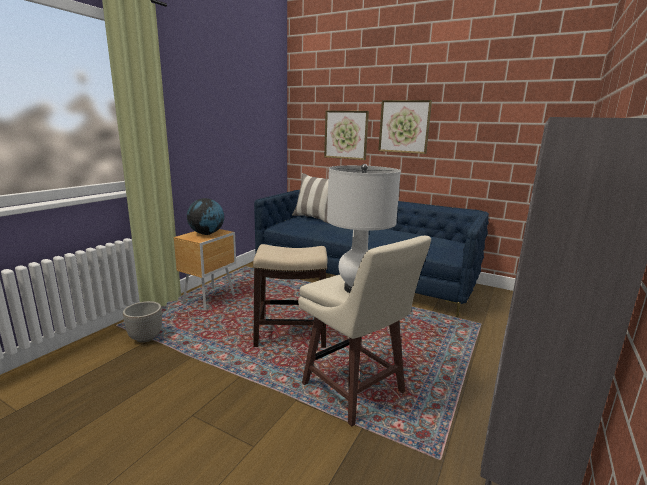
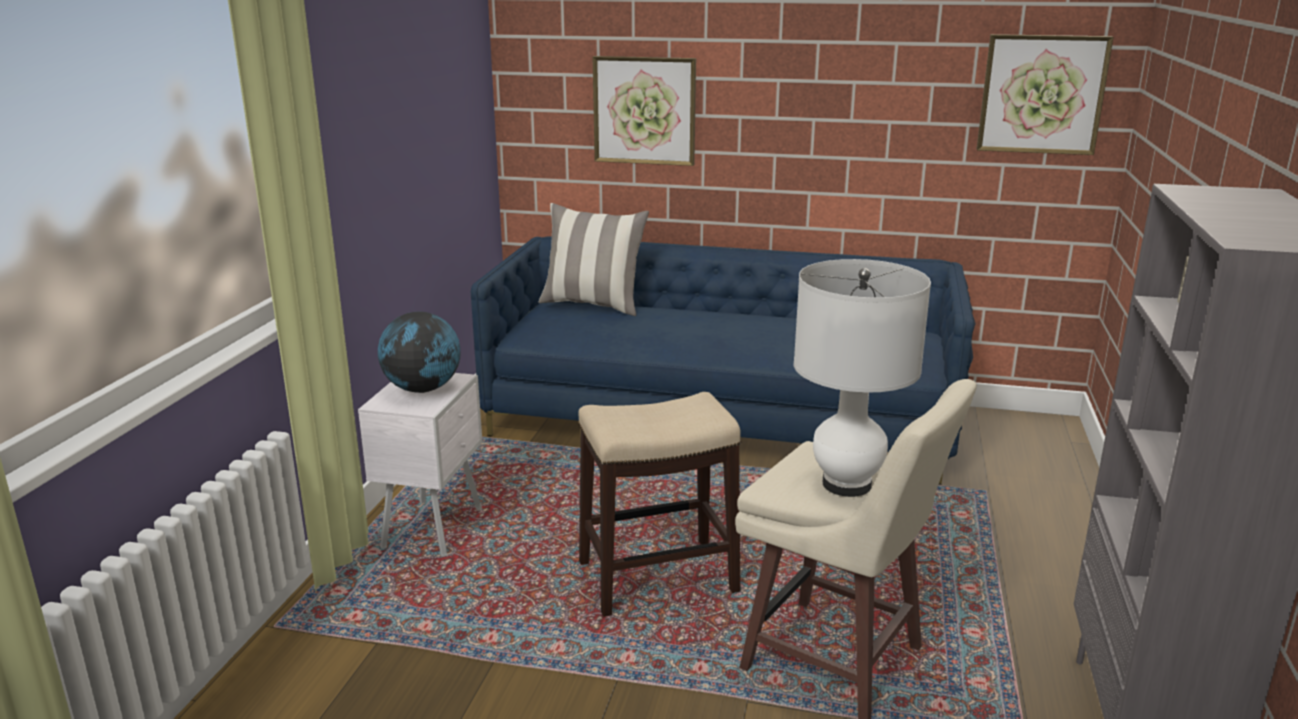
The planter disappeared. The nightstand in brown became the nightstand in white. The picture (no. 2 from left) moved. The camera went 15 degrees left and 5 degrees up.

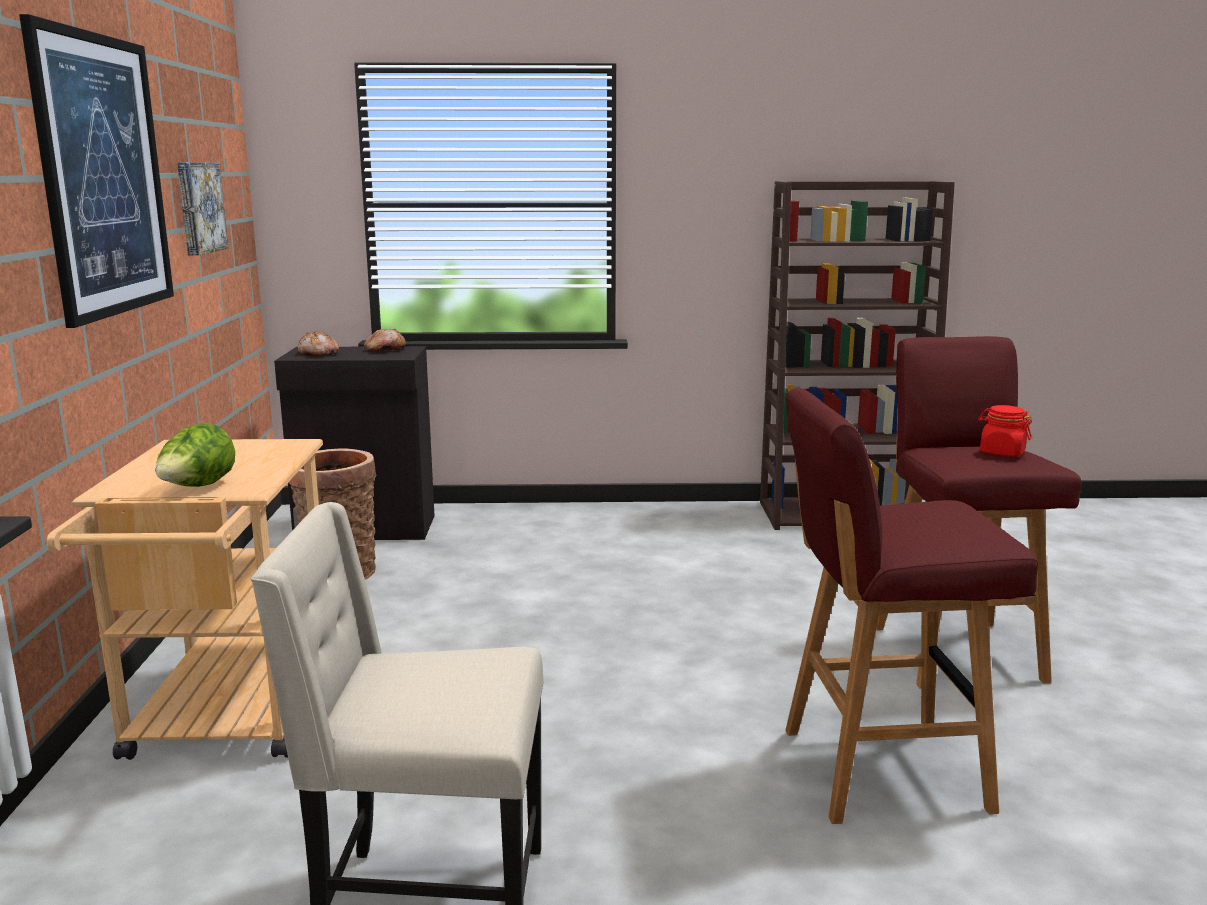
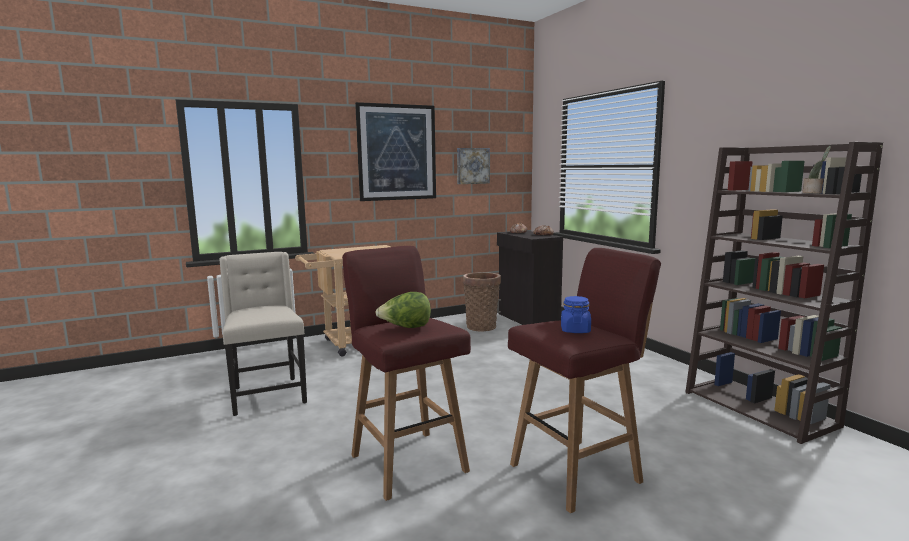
The lettuce moved. The jar in red became the jar in blue. The potted plant appeared. The camera went 65 degrees right and 5 degrees down.

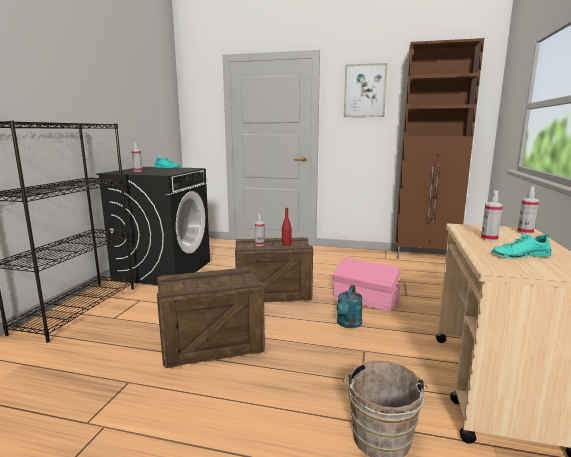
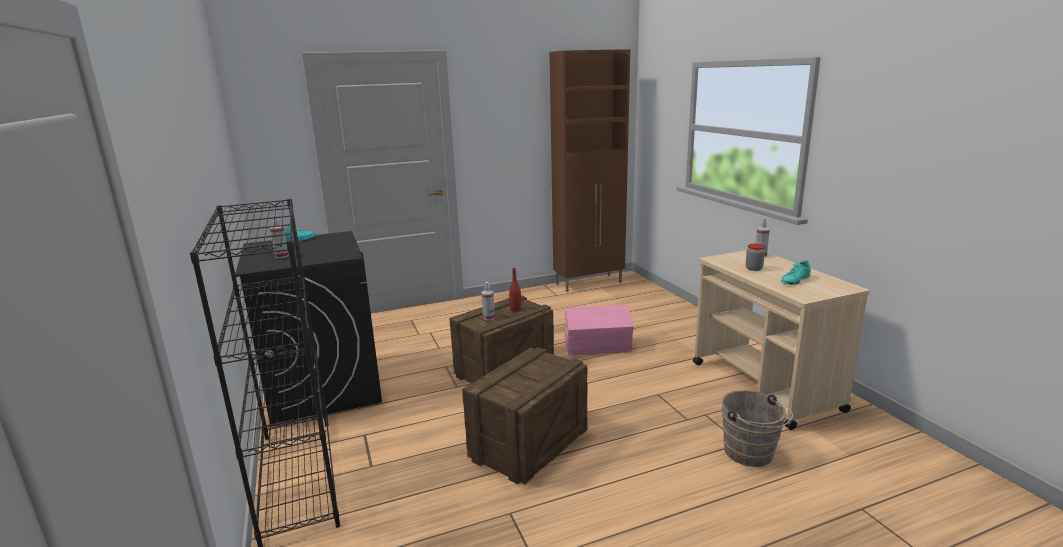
The watering can in turquoise disappeared. The picture disappeared. The spray bottle (no. 3 from left) was replaced by the jar. The camera went 35 degrees left and 5 degrees up.

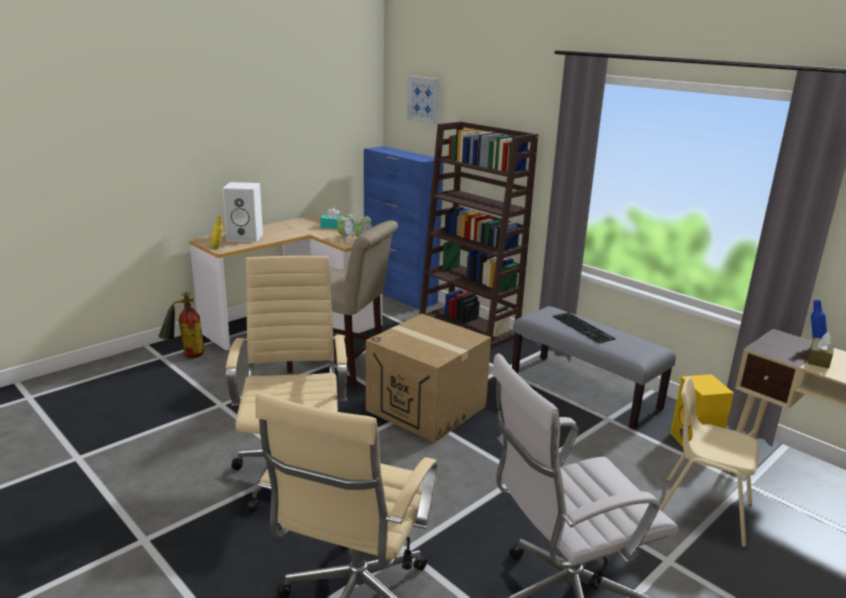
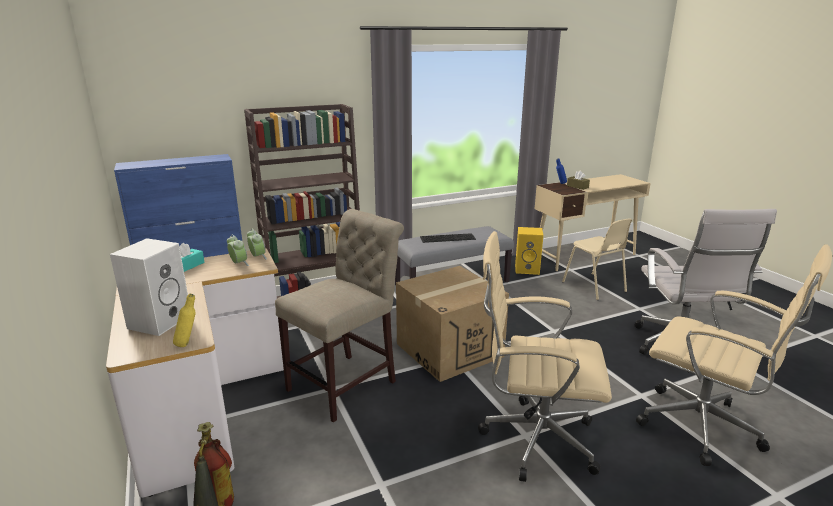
The picture disappeared. The chair in beige (no. 2 from left) turned 75 degrees counterclockwise. The camera went 70 degrees left and 0 degrees up.

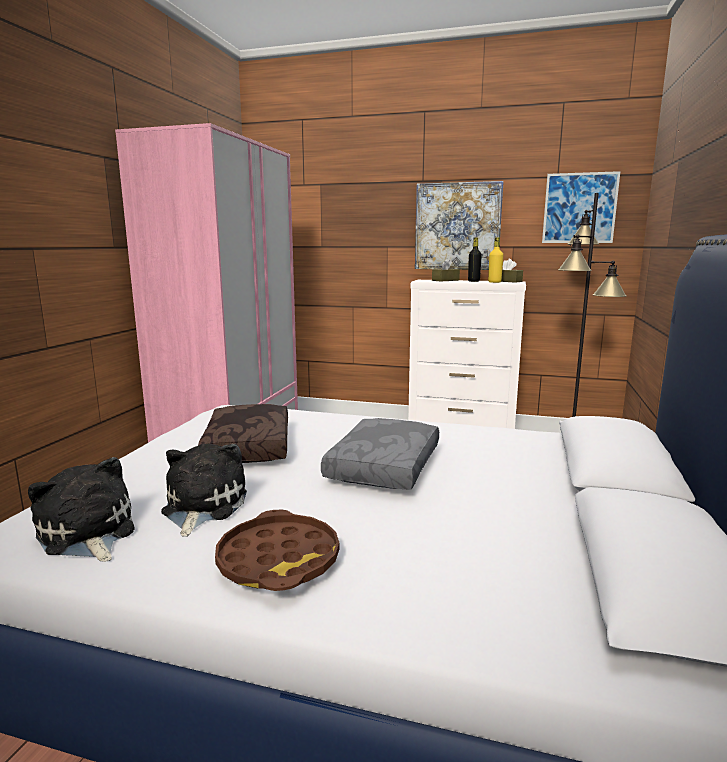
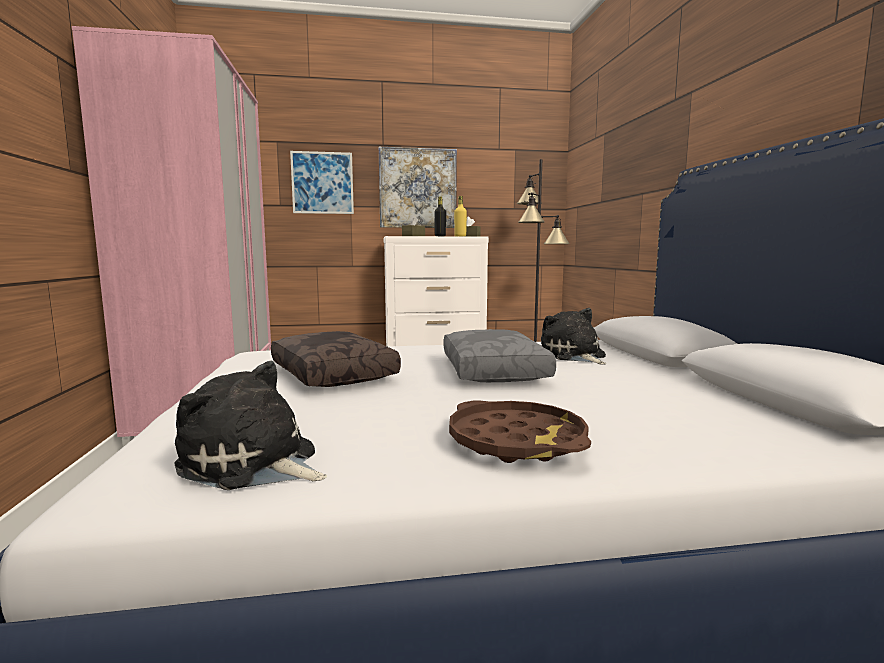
The plush toy (no. 2 from left) moved. The picture (no. 2 from left in the first image) moved. The camera went 25 degrees left and 5 degrees down.

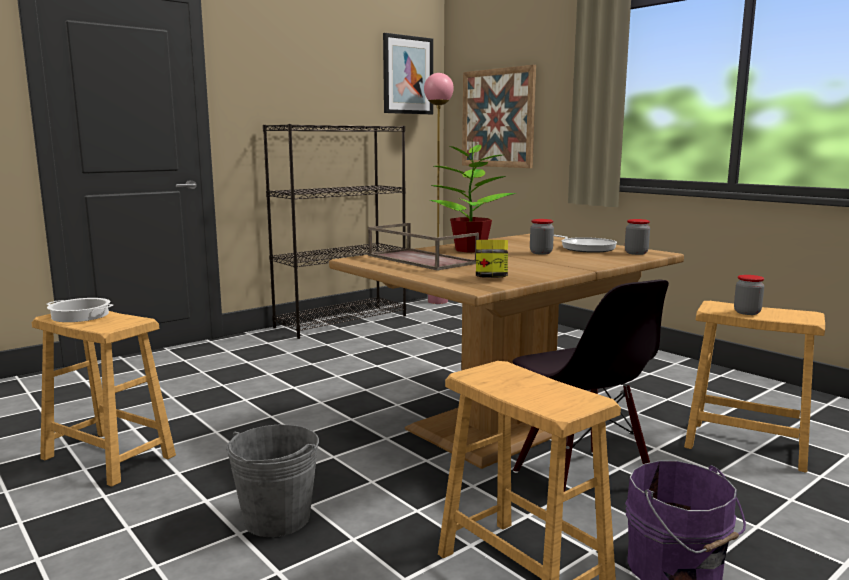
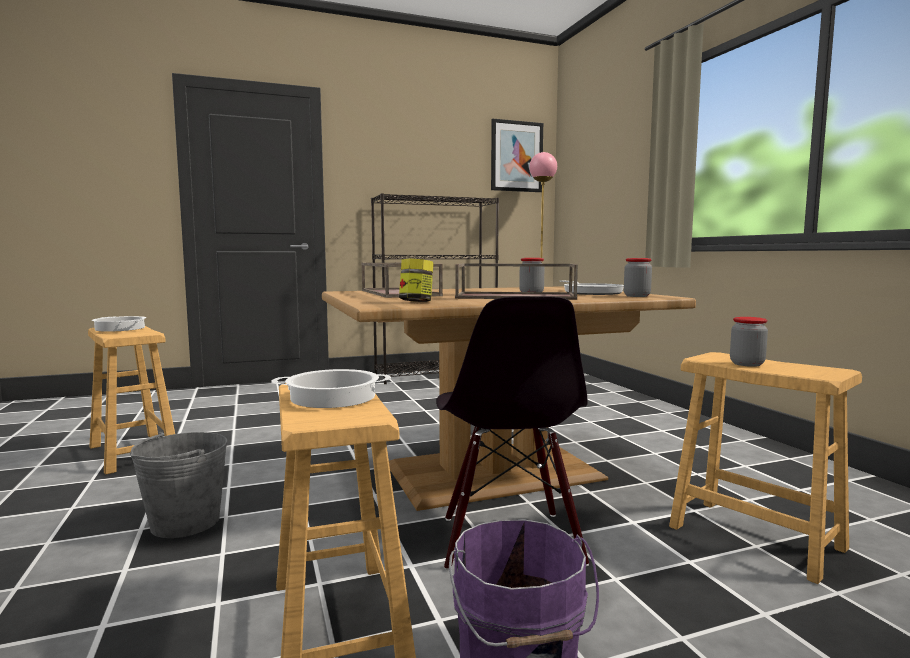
The potted plant disappeared. The picture (no. 2 from left) disappeared. The cooking pot (no. 2 from left) appeared. The tray in brown (no. 2 from left) appeared. The camera went 20 degrees right and 5 degrees down.

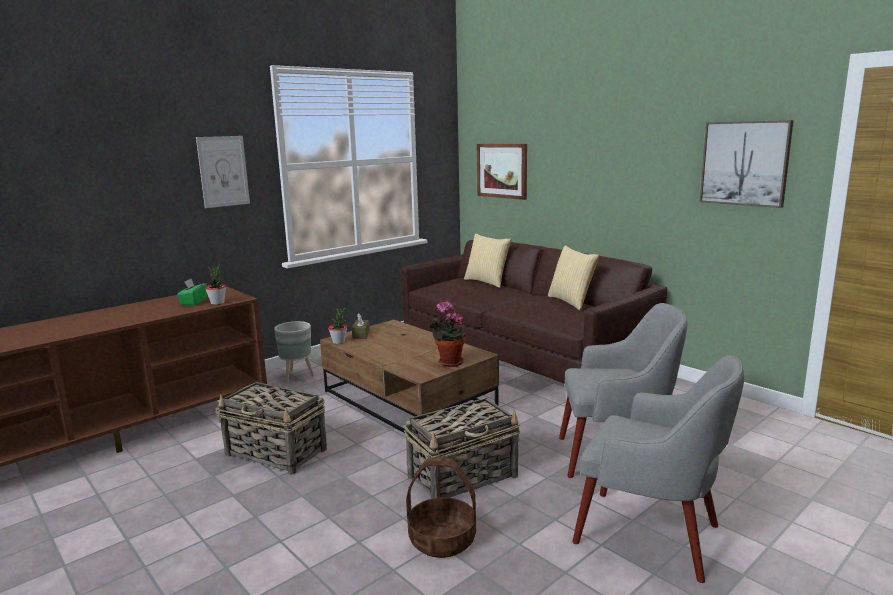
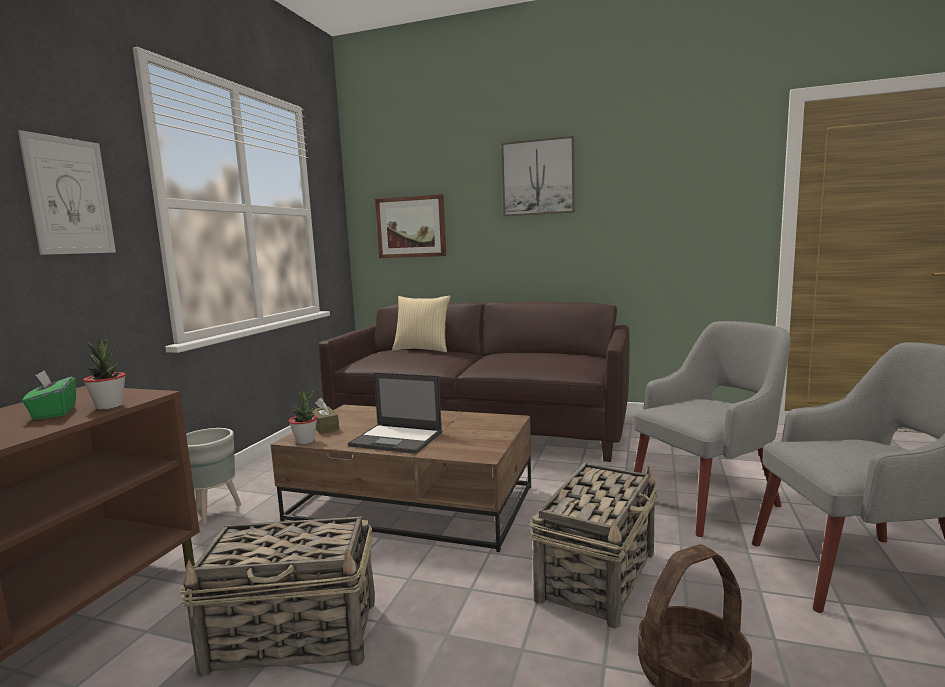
The potted plant (no. 3 from left) disappeared. The pillow (no. 2 from left) disappeared. The picture (no. 3 from left) moved. The laptop appeared. The camera went 30 degrees left and 5 degrees down.

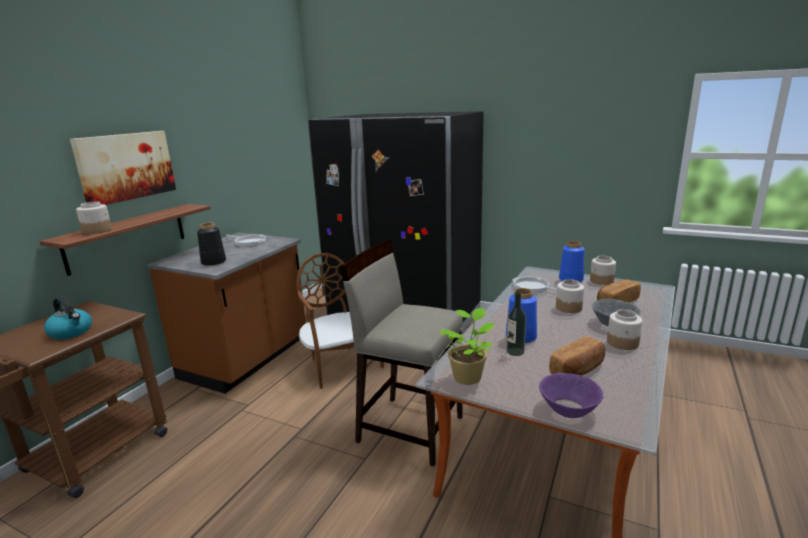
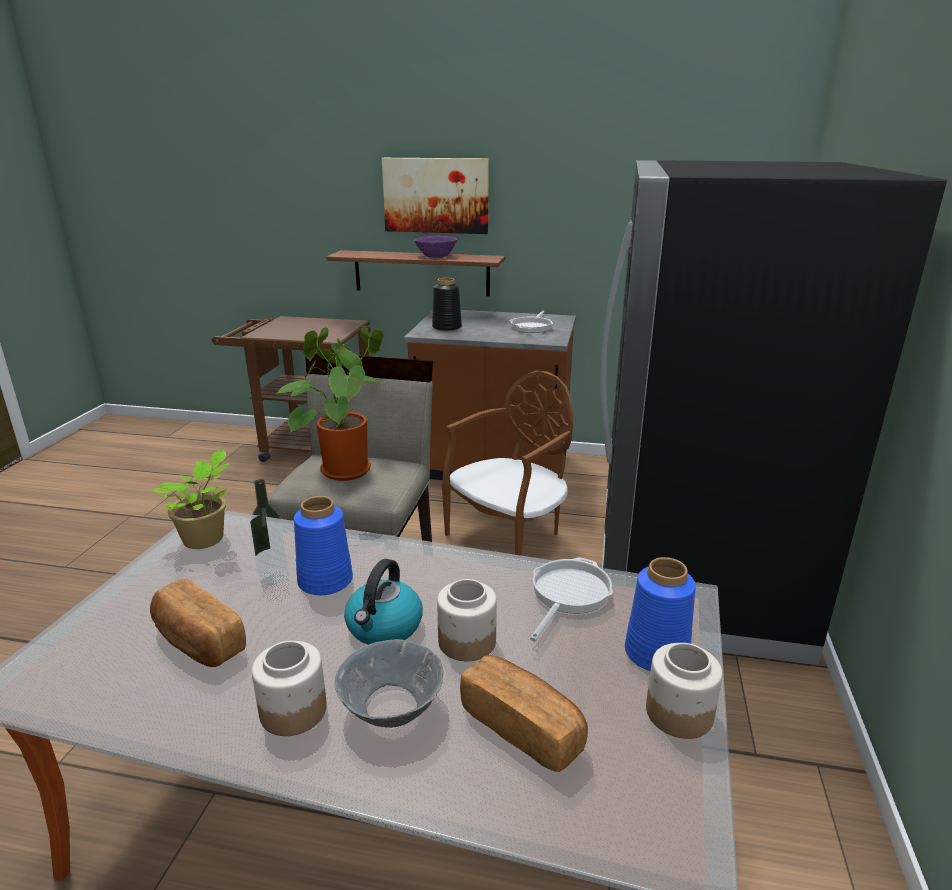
The kettle moved. The jar (no. 1 from left) disappeared. The bowl in purple moved. The potted plant (no. 2 from left) appeared. The camera went 75 degrees right and 5 degrees up.

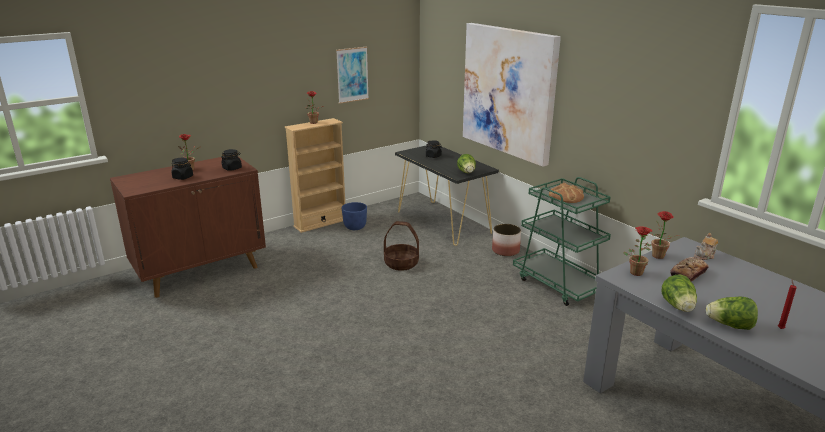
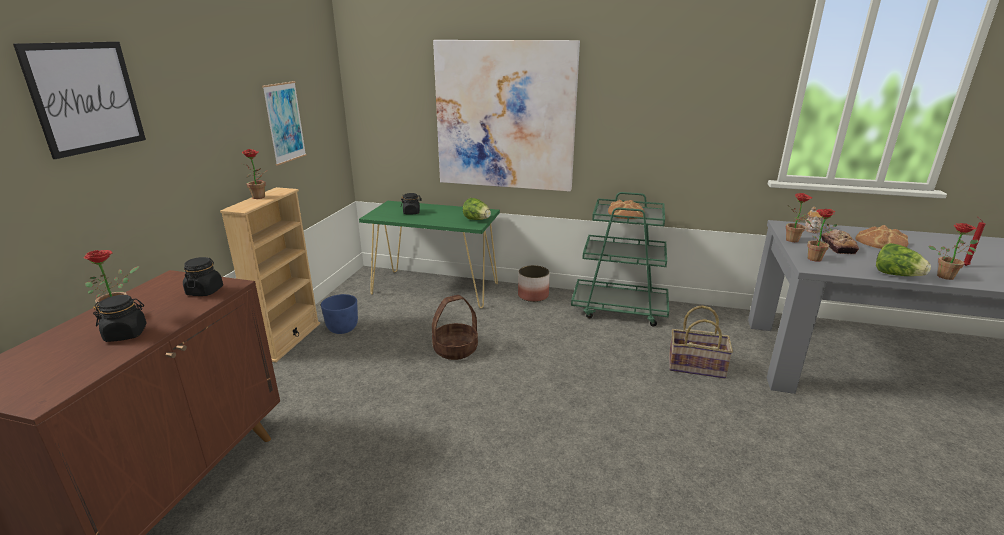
The console table in black became the console table in green. The lettuce (no. 3 from left) was replaced by the potted plant (no. 5 from left). The picture (no. 1 from left) appeared. The basket (no. 2 from left) appeared. The bread (no. 3 from left) appeared. The camera went 40 degrees left and 0 degrees up.

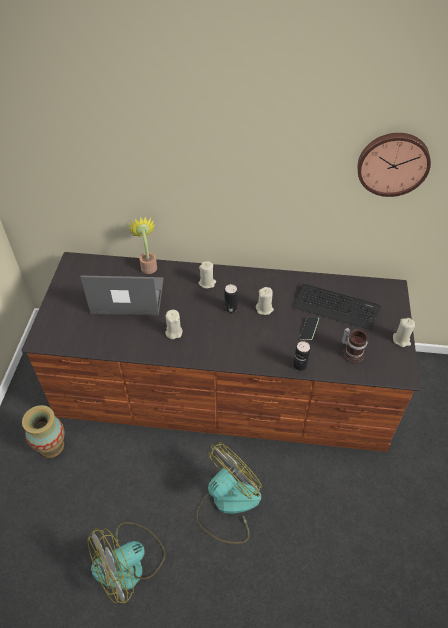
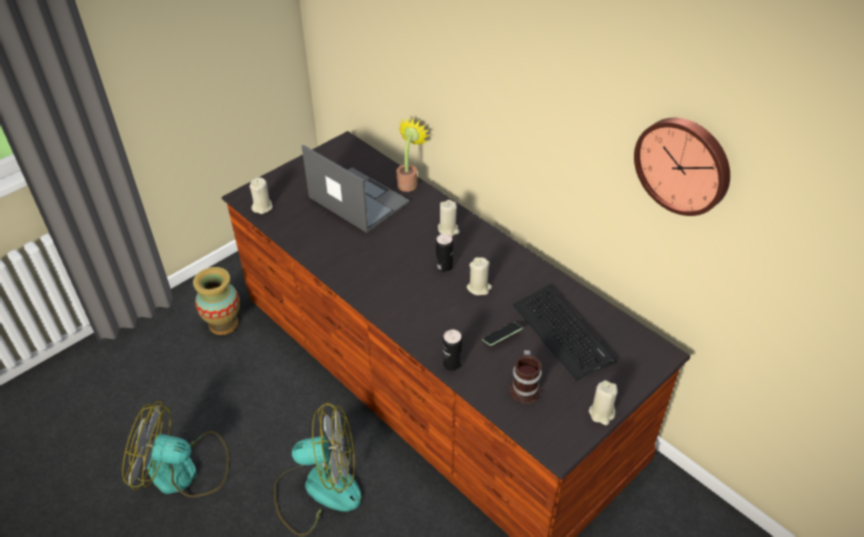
The candle in beige (no. 1 from left) moved. The camera went 40 degrees right and 5 degrees down.

